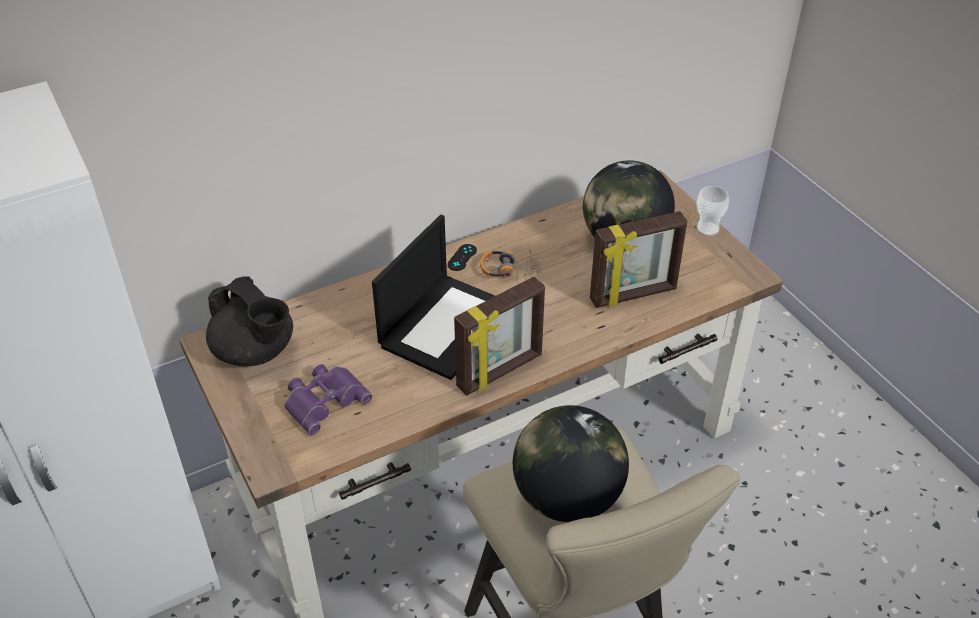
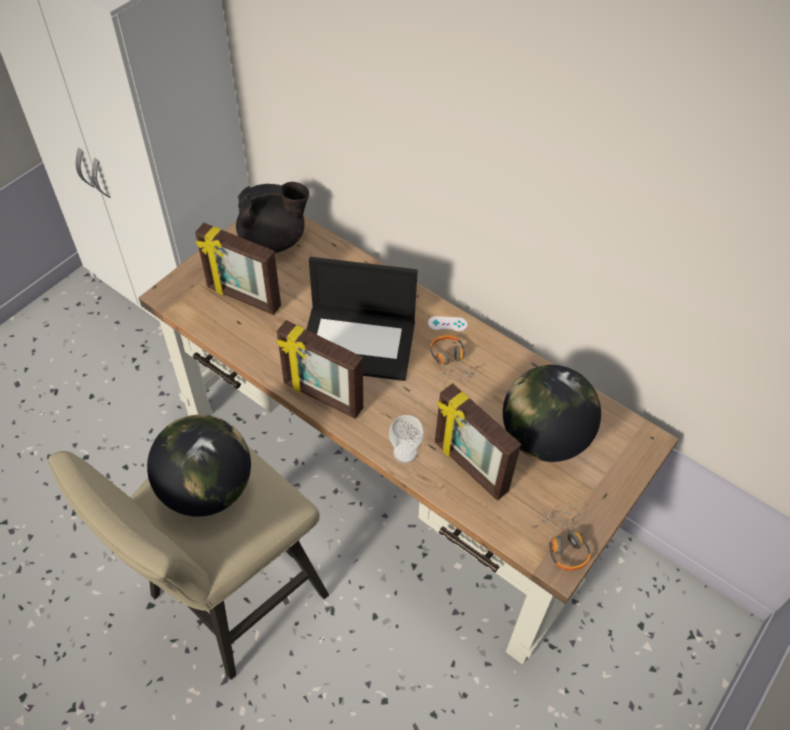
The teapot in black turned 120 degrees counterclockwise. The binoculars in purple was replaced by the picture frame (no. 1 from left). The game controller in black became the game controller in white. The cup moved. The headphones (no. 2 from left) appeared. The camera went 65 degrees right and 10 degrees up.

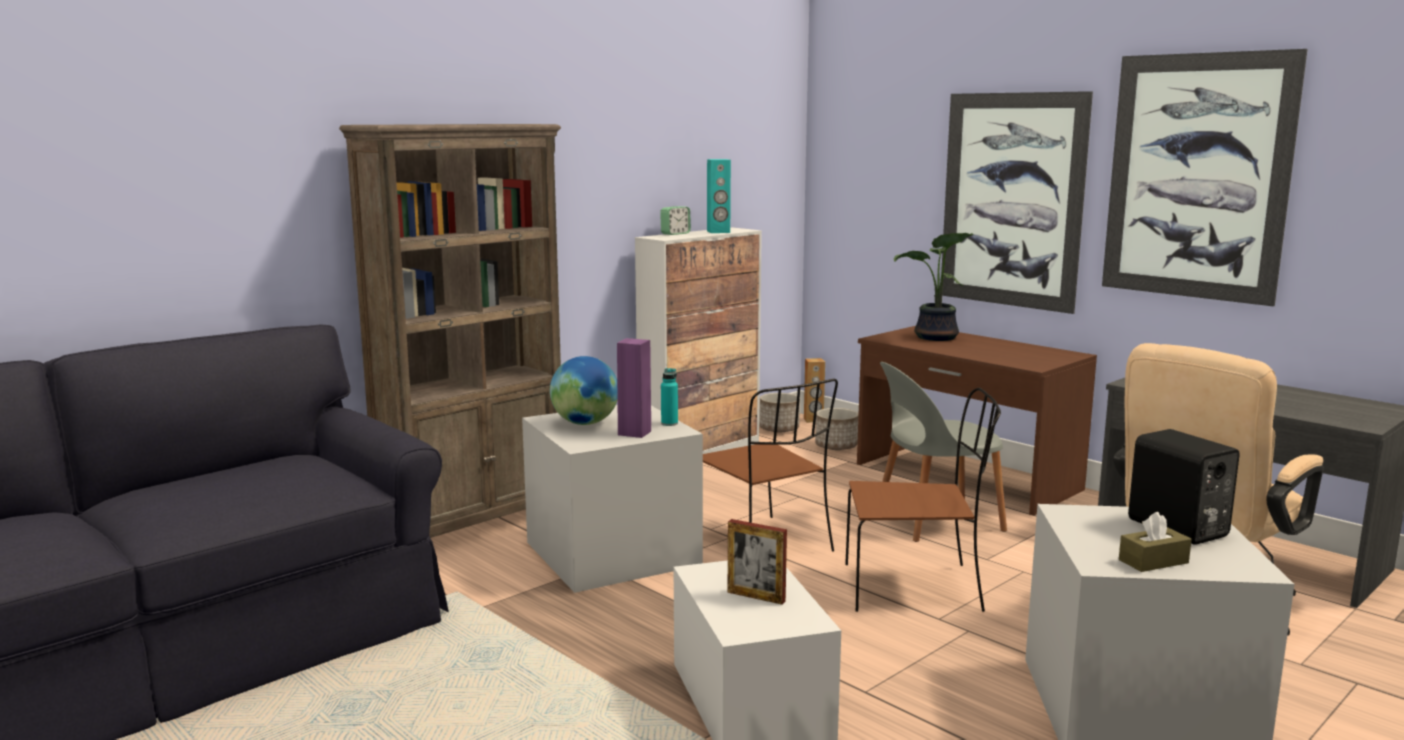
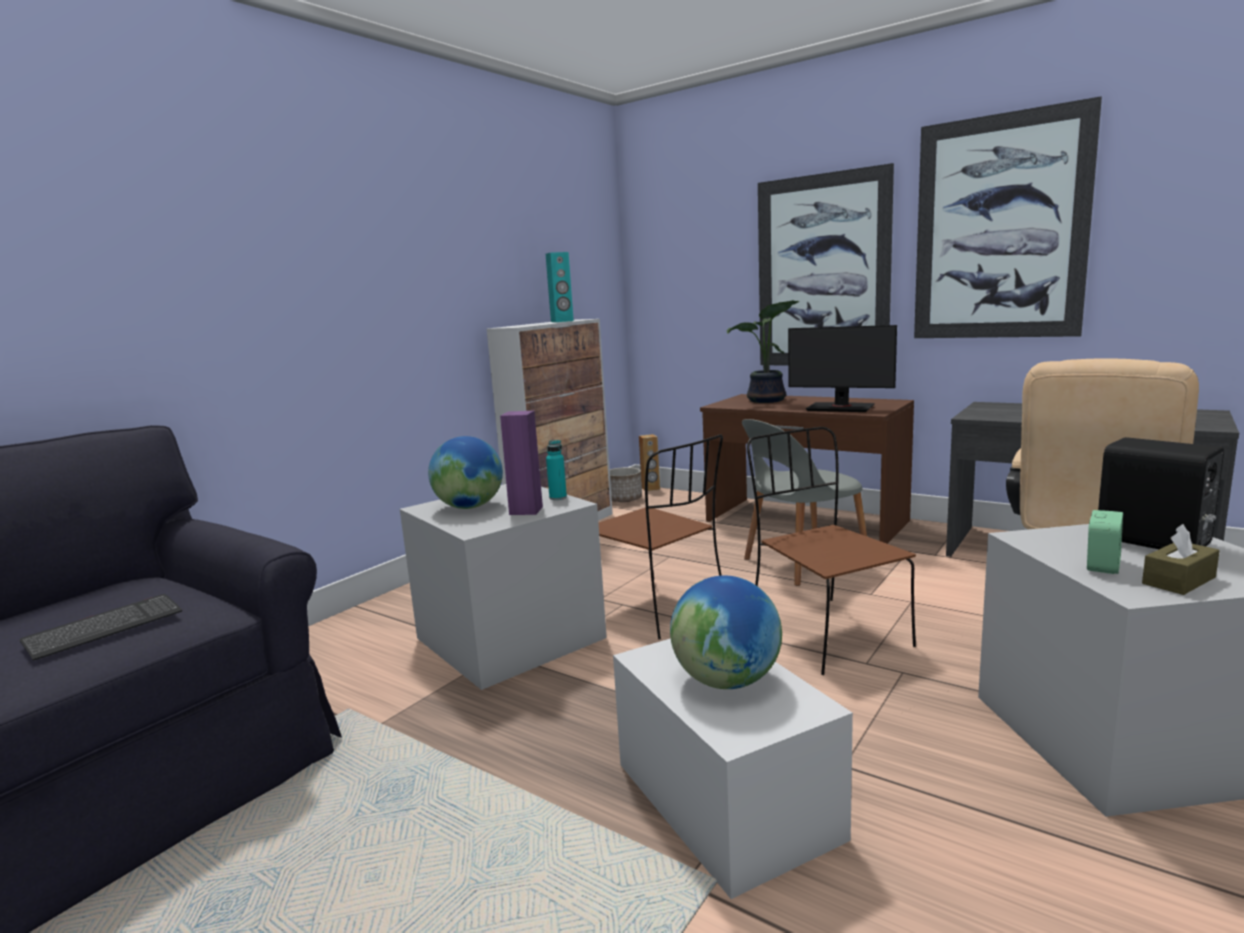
The bookcase in brown disappeared. The alarm clock moved. The picture frame was replaced by the globe (no. 2 from left). The planter (no. 2 from left) disappeared. The chair in brown (no. 2 from left) turned 105 degrees counterclockwise. The keyboard appeared. The monitor appeared. The camera went 10 degrees left and 0 degrees up.

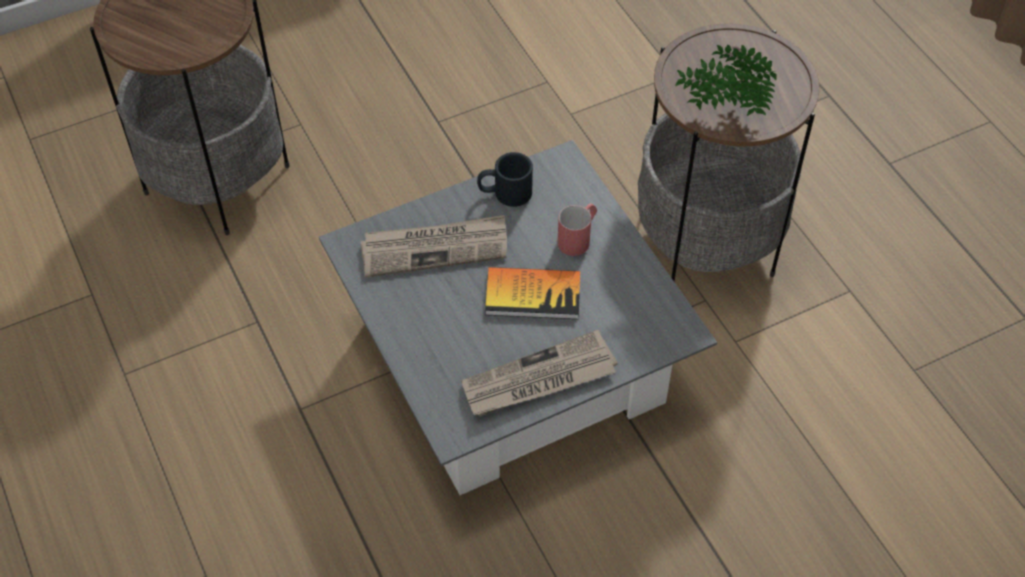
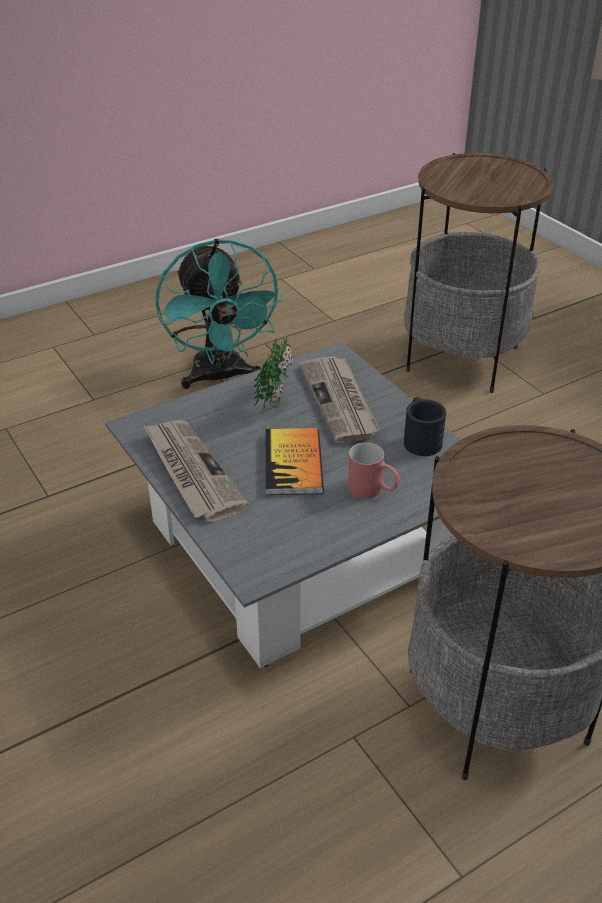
The potted plant moved. The fan in turquoise appeared. The camera went 85 degrees right and 15 degrees down.

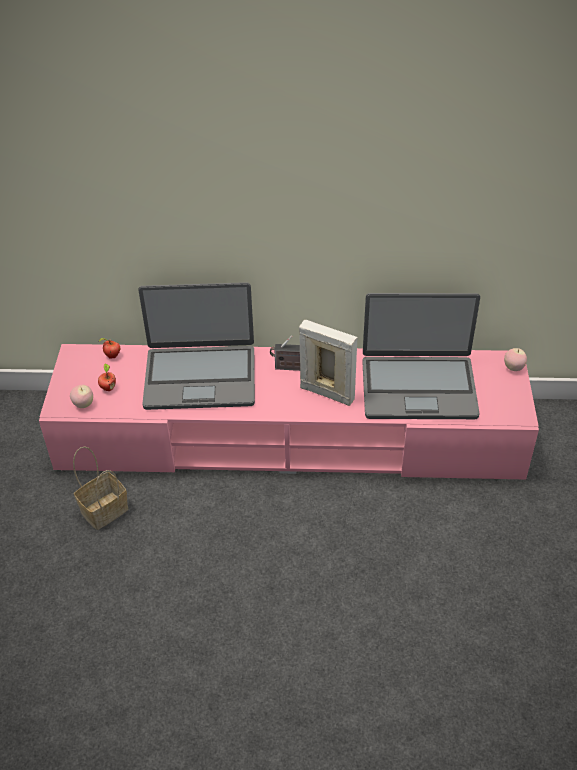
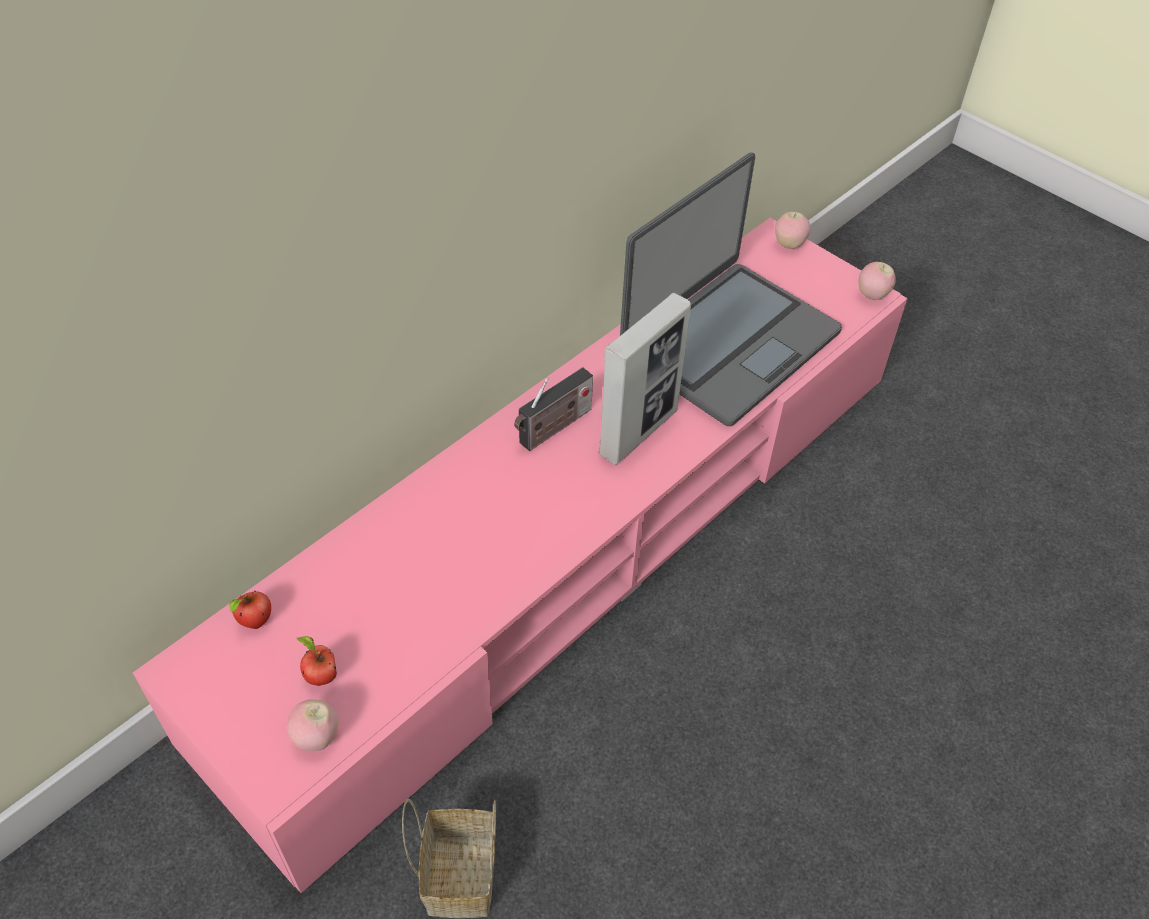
The laptop (no. 1 from left) disappeared. The picture frame turned 150 degrees clockwise. The apple (no. 5 from left) appeared. The camera went 50 degrees left and 5 degrees up.

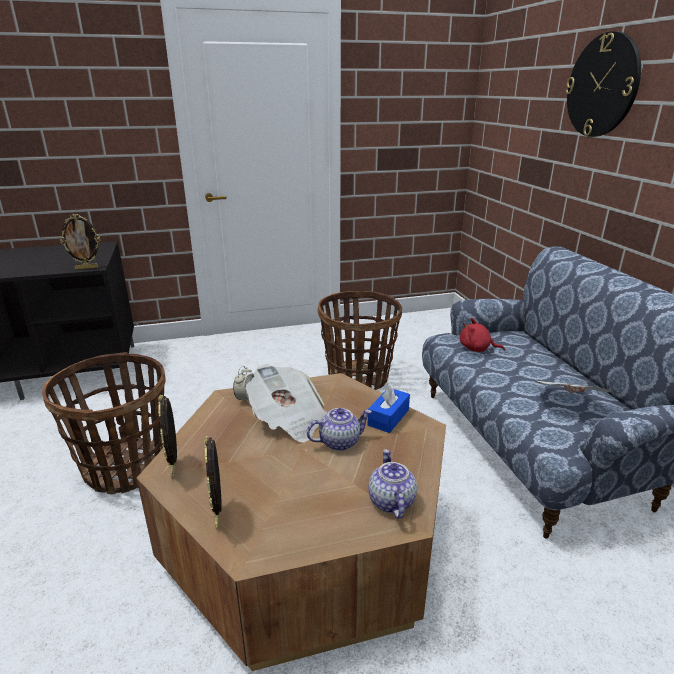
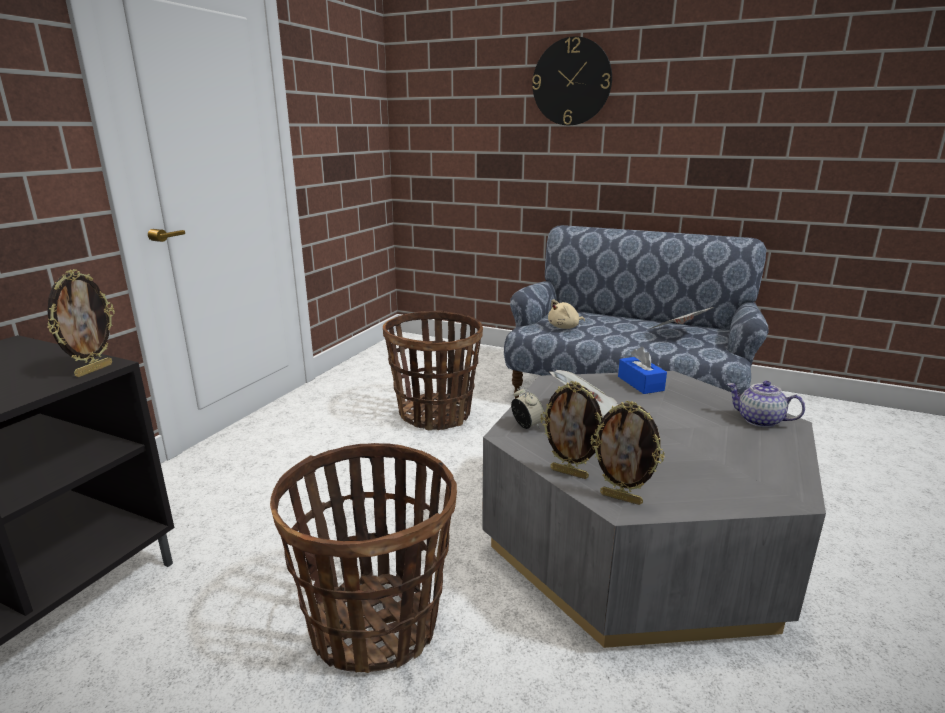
The coffee table in brown became the coffee table in grey. The picture frame (no. 3 from left in the first image) moved. The teapot (no. 1 from left) disappeared. The plush toy in red became the plush toy in beige. The camera went 50 degrees left and 5 degrees down.

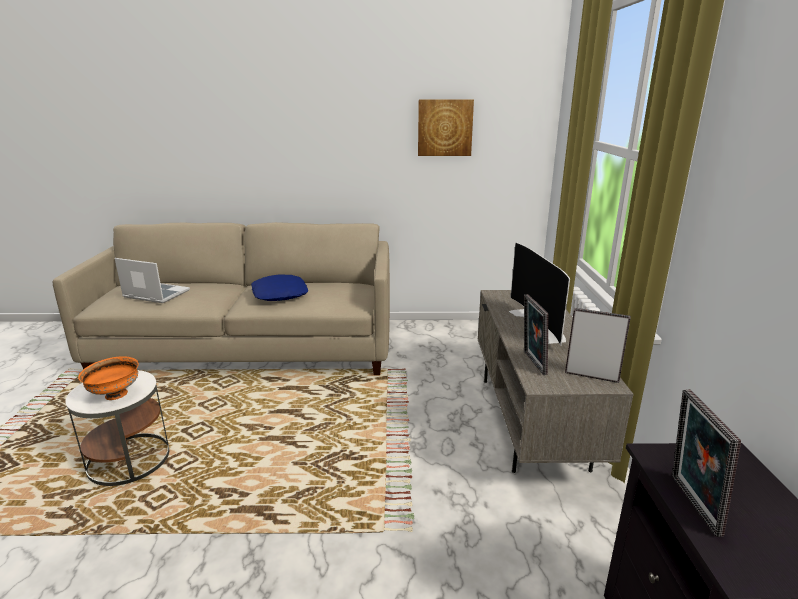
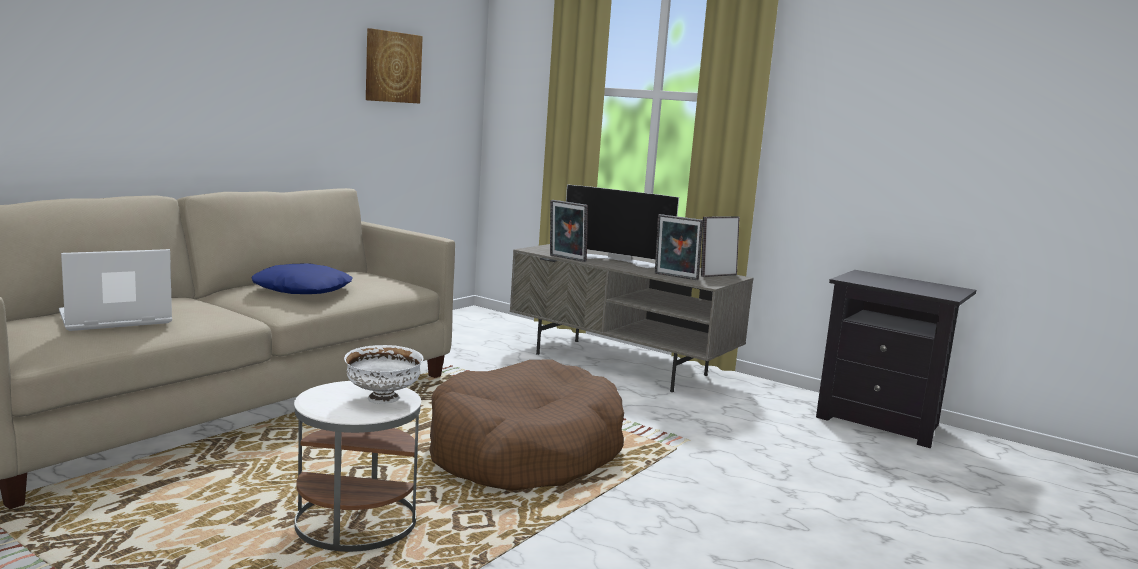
The bowl in orange became the bowl in white. The picture frame (no. 3 from left in the first image) moved. The dog bed in brown appeared. The camera went 55 degrees left and 10 degrees down.

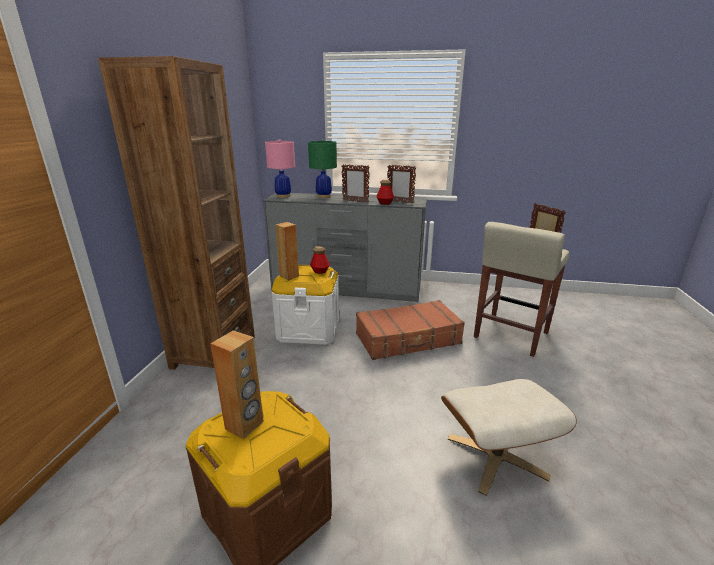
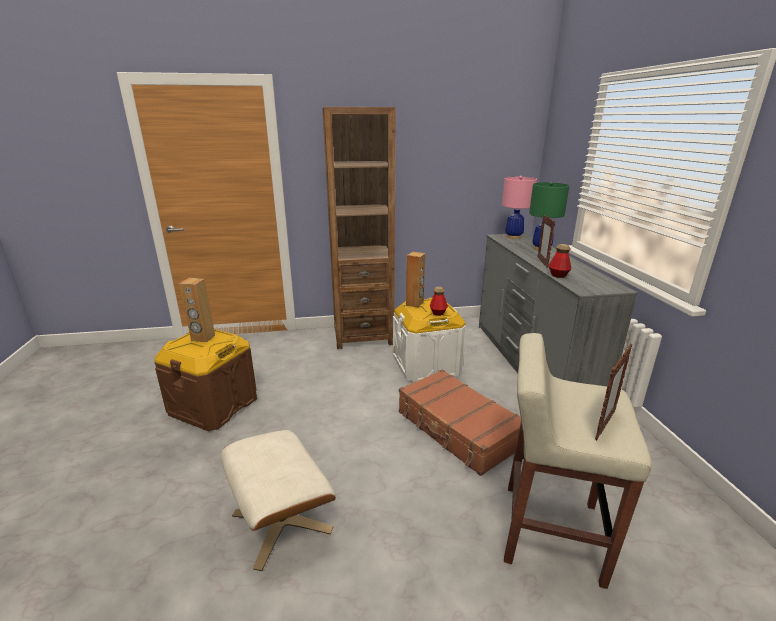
The picture frame (no. 2 from left) disappeared. The camera went 70 degrees right and 0 degrees up.

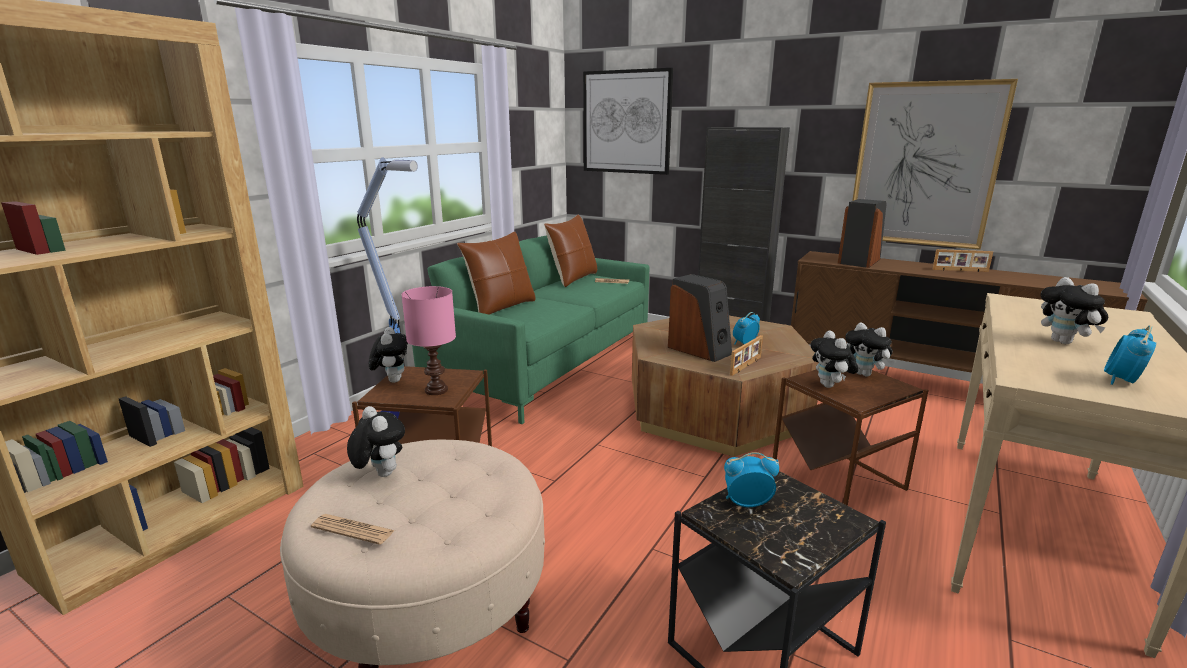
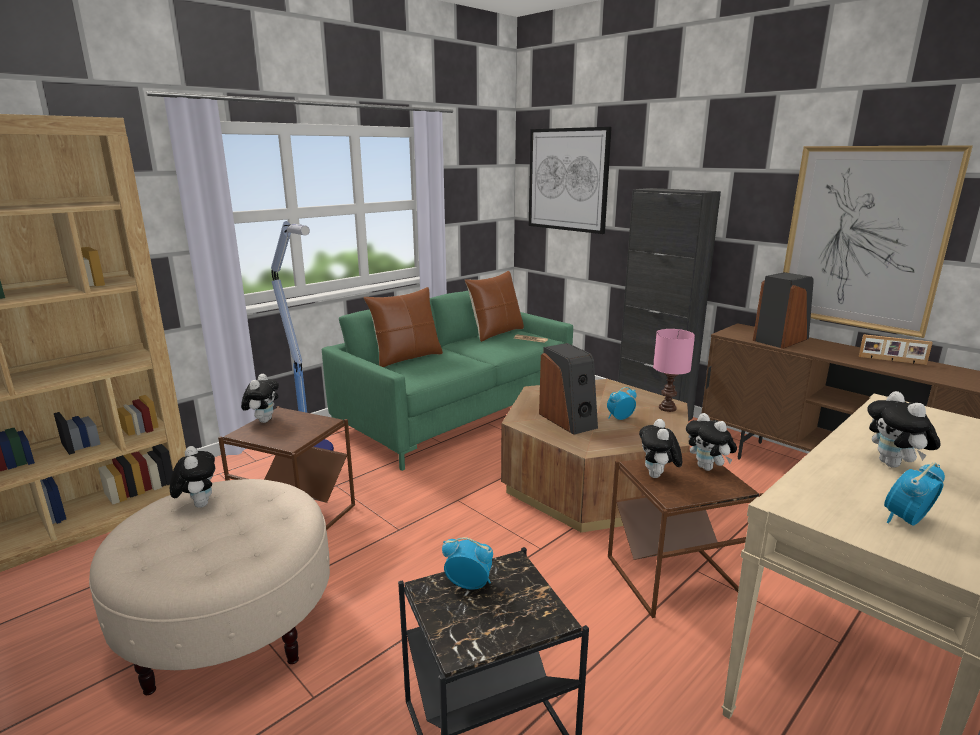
The newspaper (no. 1 from left) disappeared. The table lamp in pink moved. The picture frame (no. 1 from left) disappeared. The camera went 15 degrees right and 0 degrees up.

